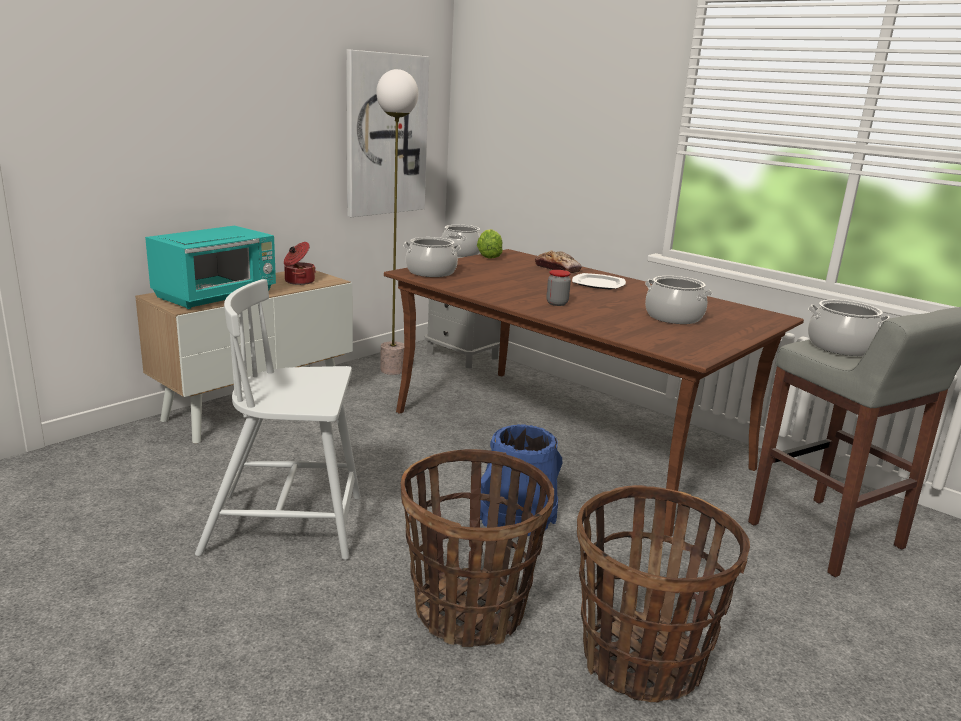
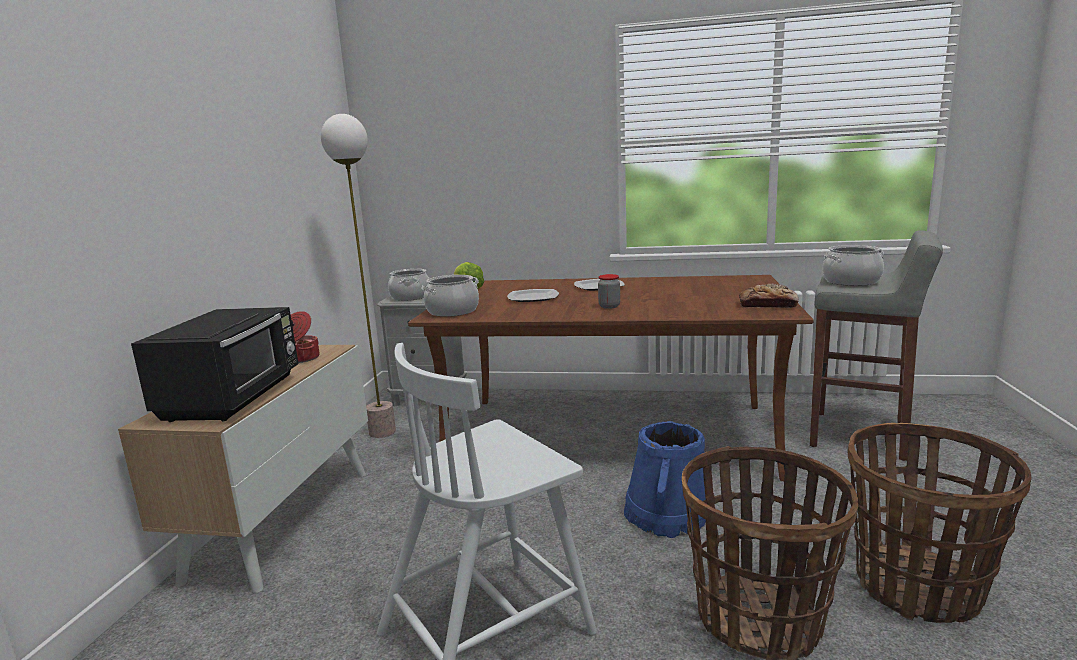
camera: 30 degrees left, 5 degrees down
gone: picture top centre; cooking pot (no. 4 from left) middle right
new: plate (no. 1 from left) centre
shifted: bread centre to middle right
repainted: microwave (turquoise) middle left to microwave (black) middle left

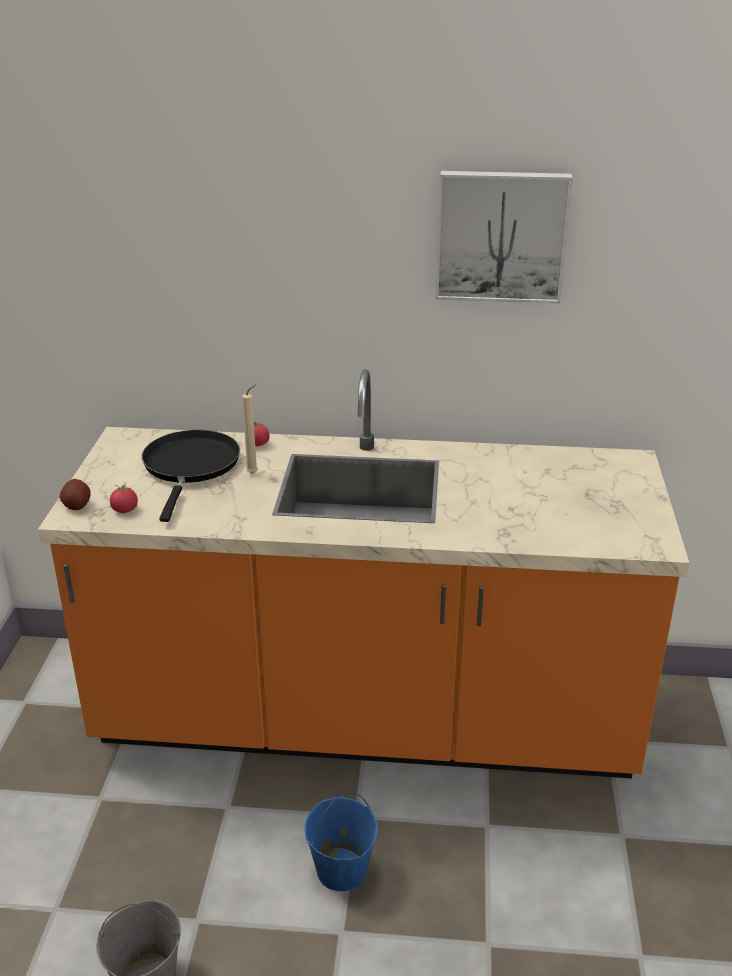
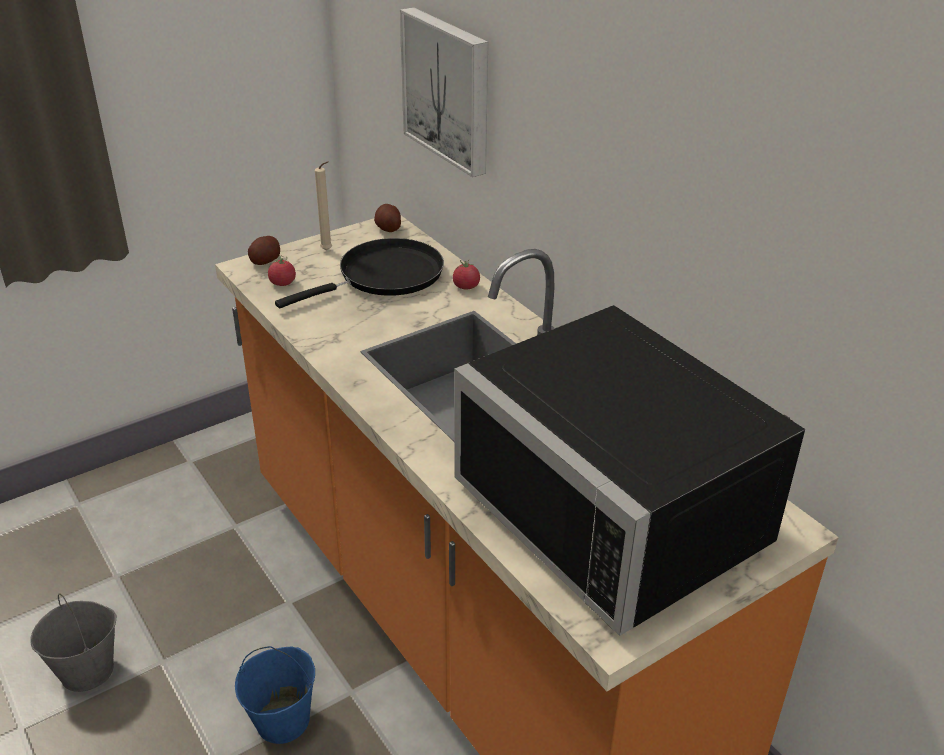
camera: 50 degrees right, 5 degrees up
new: potato (no. 2 from left) top centre; microwave (black) centre
shifted: candle (beige) centre to top centre; picture top right to top centre

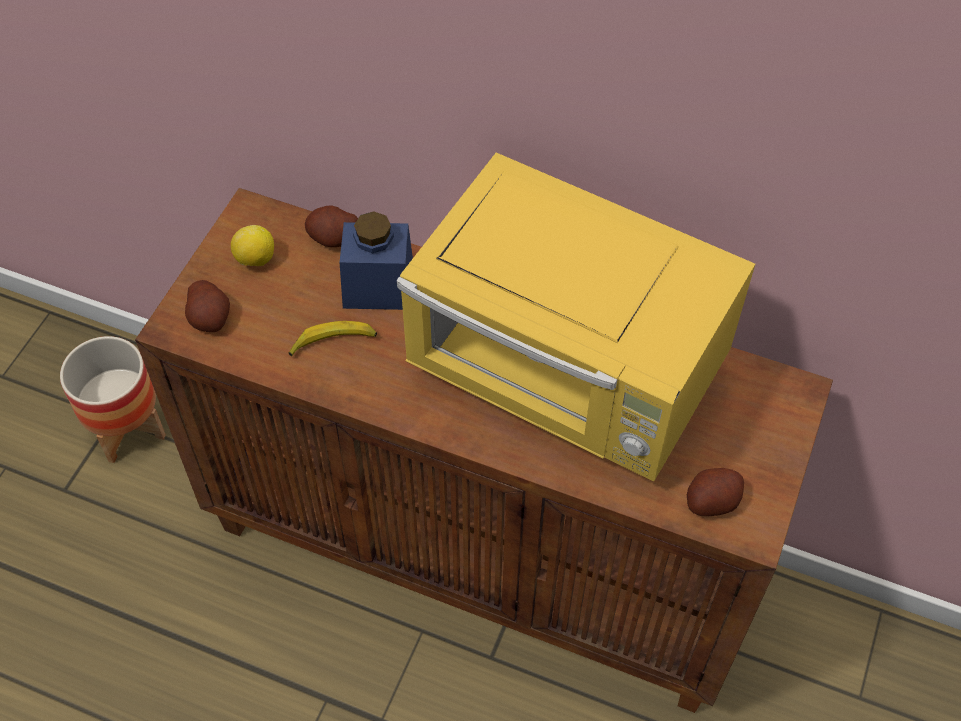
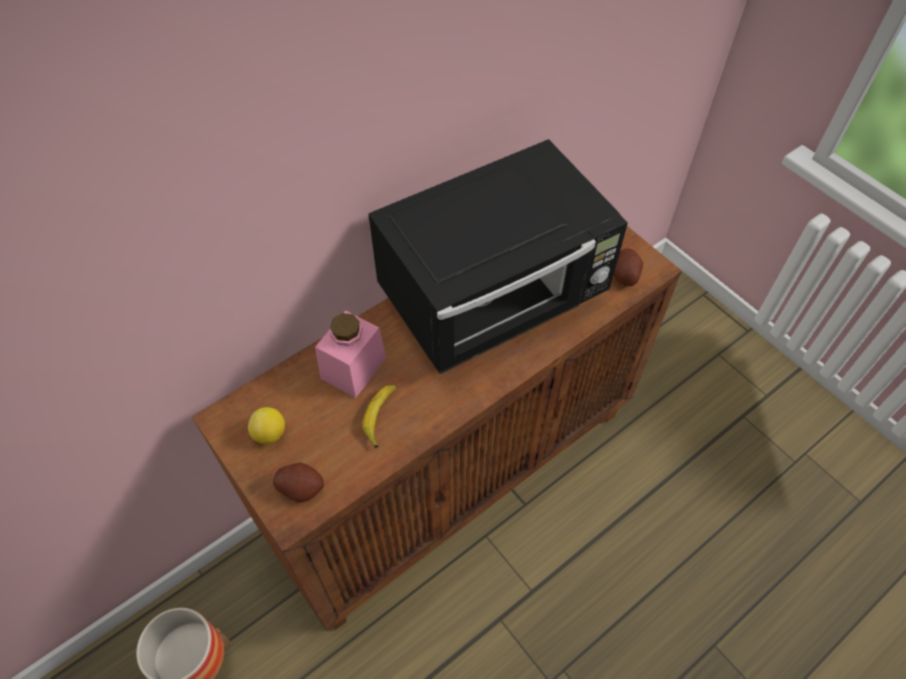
camera: 60 degrees left, 0 degrees up
gone: potato (no. 2 from left) top centre
repainted: jar (blue) centre to jar (pink) centre; microwave (yellow) centre to microwave (black) centre

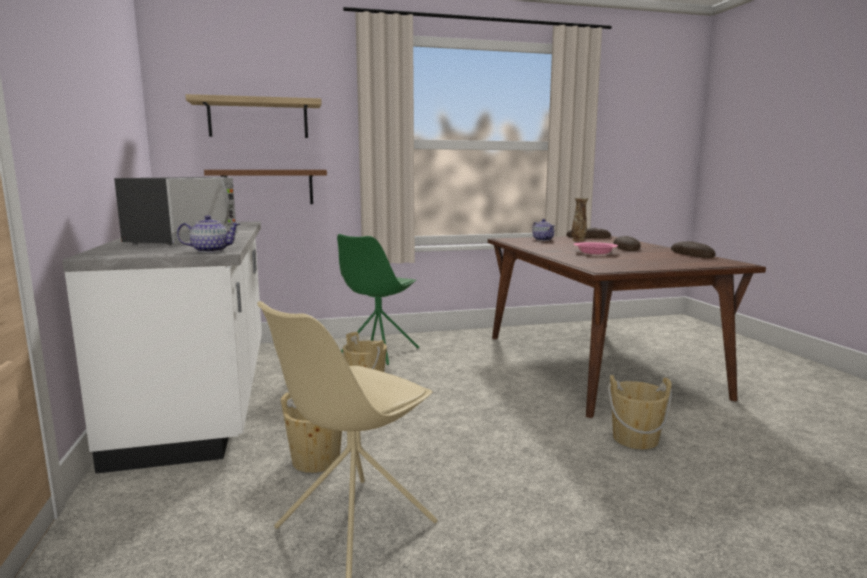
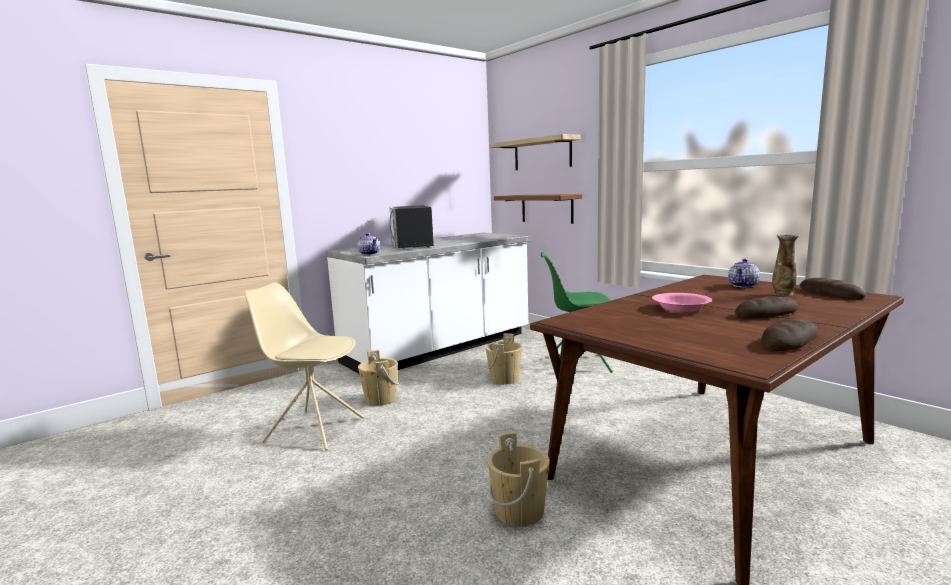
camera: 65 degrees right, 0 degrees up
rotated: microwave middle left = centre 90 degrees clockwise

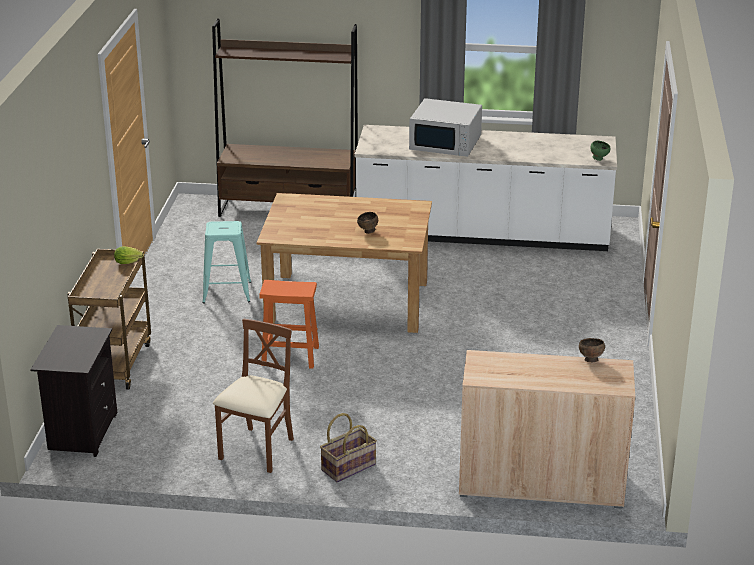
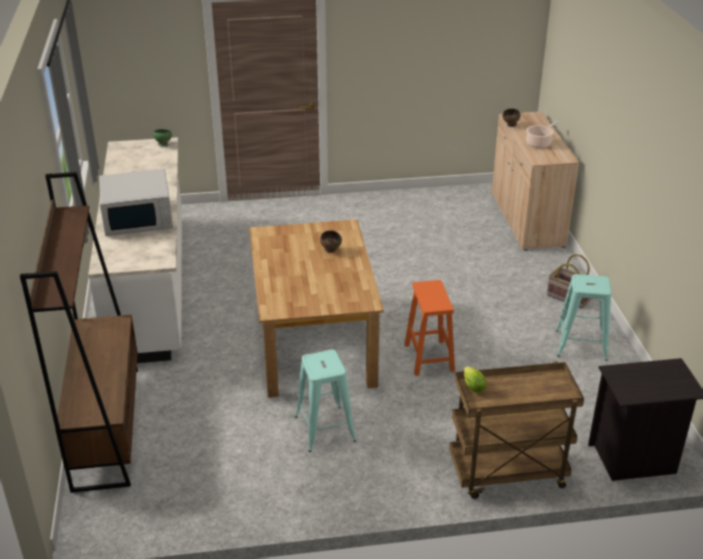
camera: 105 degrees left, 5 degrees up
new: cooking pot top right
swapped: chair (brown) bottom centre to stool (turquoise) (no. 2 from left) middle right
rotated: microwave (white) top centre = middle left 75 degrees clockwise

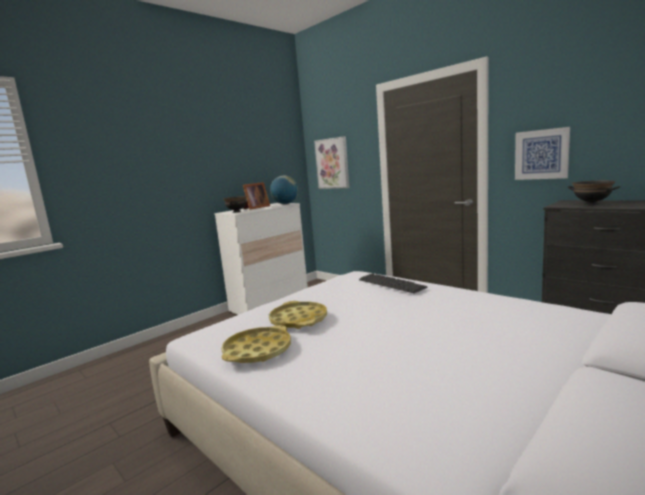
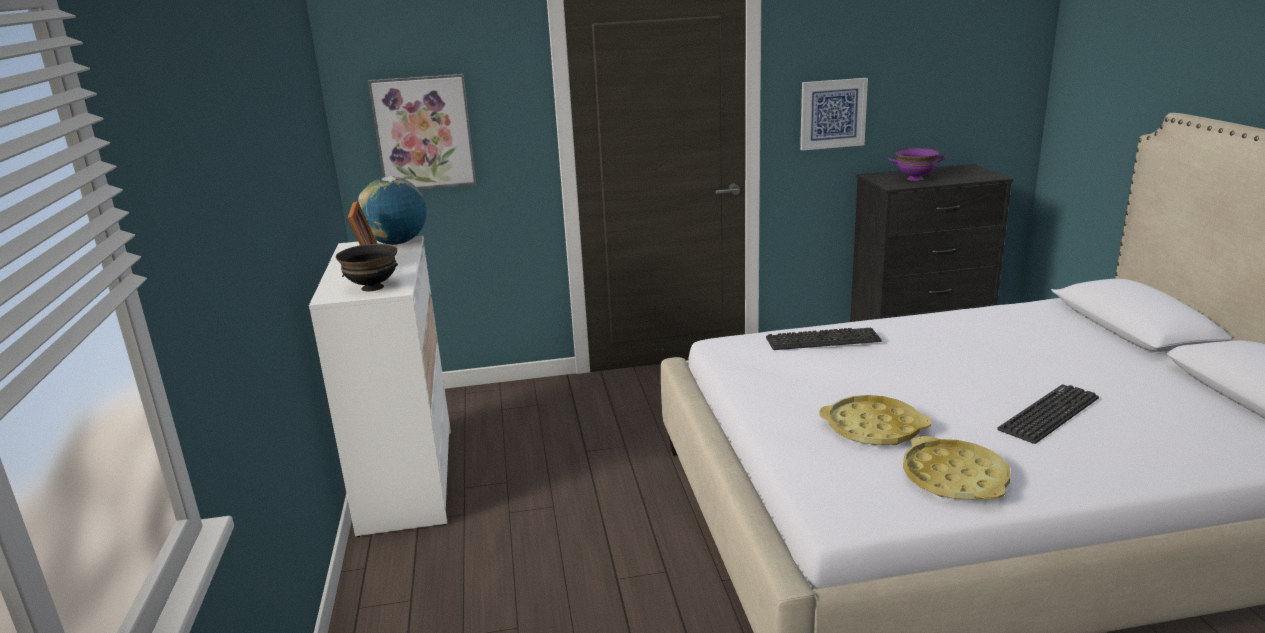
camera: 55 degrees left, 10 degrees up
new: keyboard (no. 2 from left) middle right
repainted: bowl (black) (no. 2 from left) middle right to bowl (purple) top right

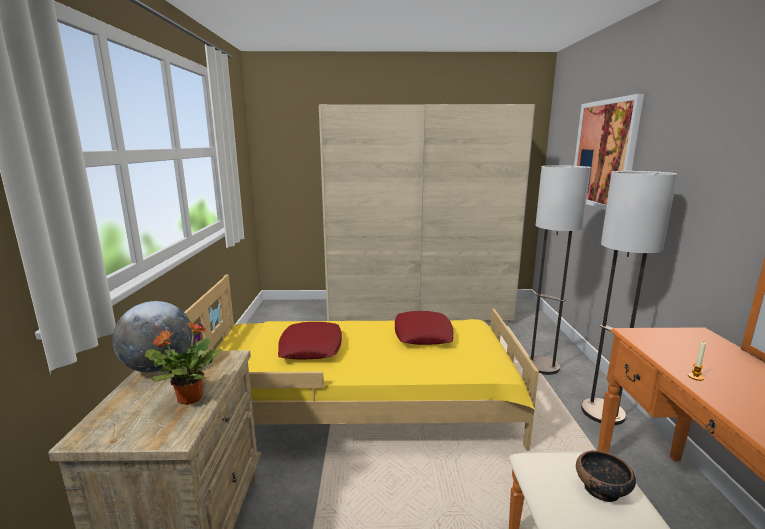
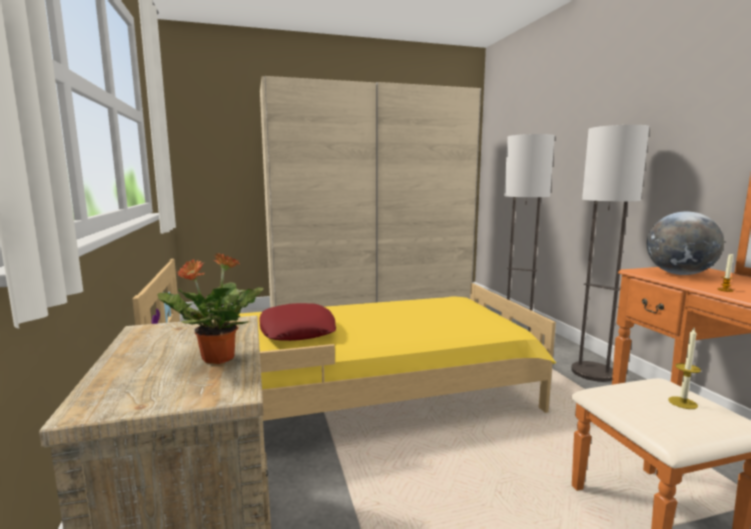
camera: 15 degrees left, 5 degrees down
gone: pillow (red) (no. 2 from left) centre; picture top right
shifted: globe middle left to middle right
swapped: bowl bottom right to candle (no. 1 from left) bottom right

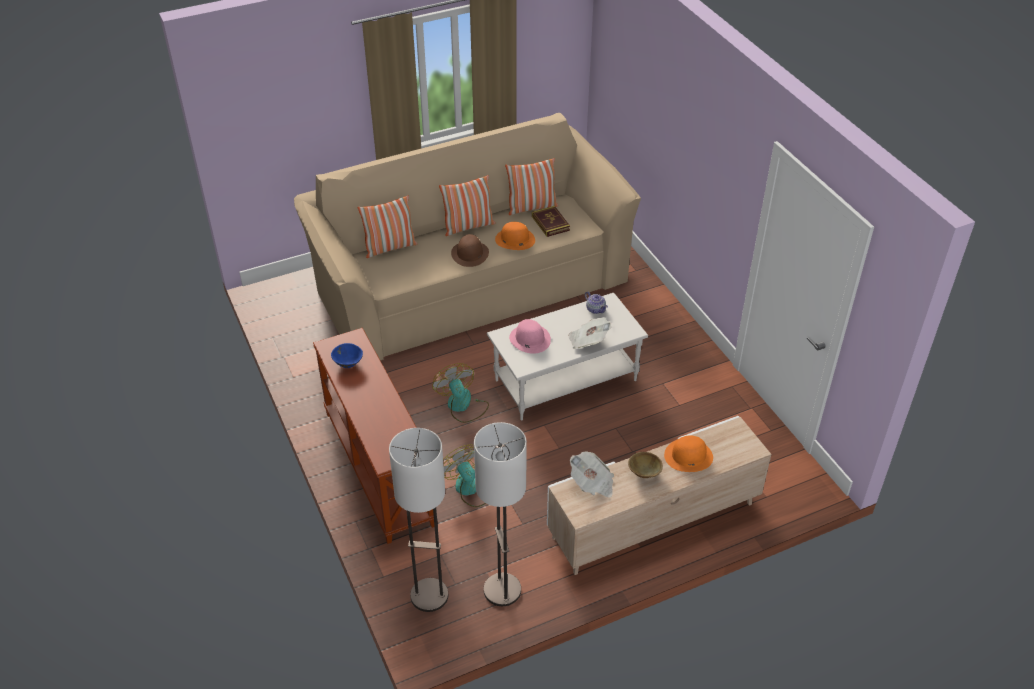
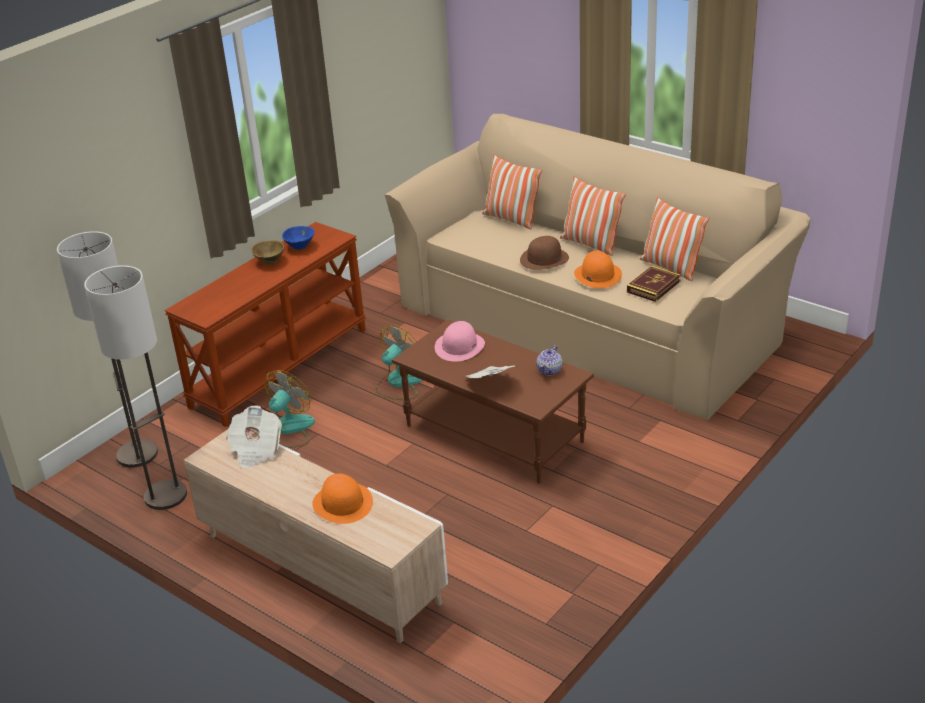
camera: 65 degrees right, 10 degrees down
shifted: bowl (brown) bottom centre to middle left
repainted: coffee table (white) centre to coffee table (brown) centre

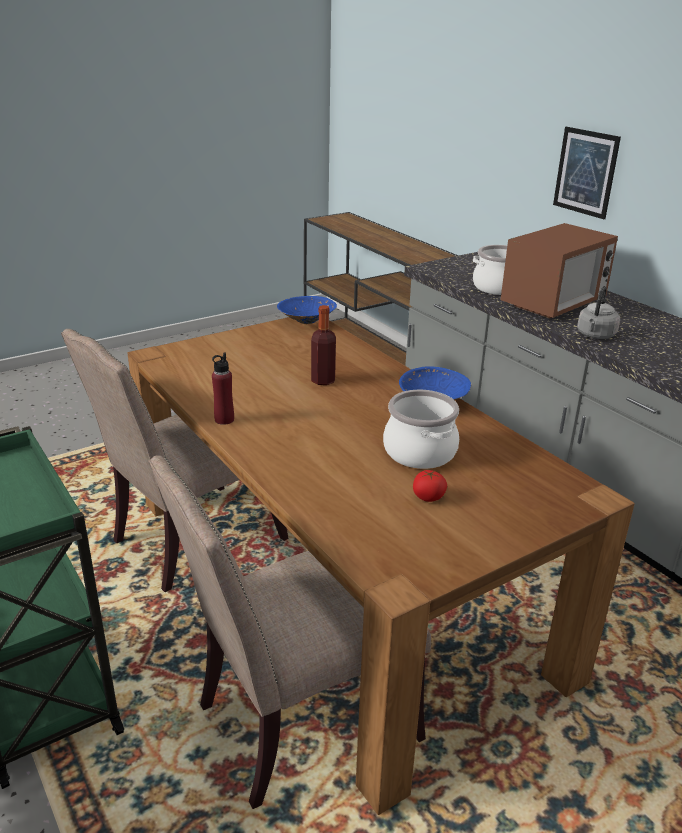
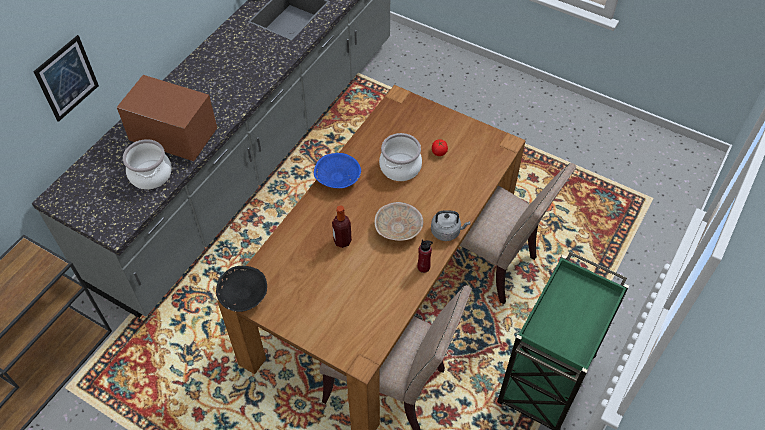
camera: 115 degrees left, 25 degrees up
new: bowl (beige) centre
shifted: kettle (grey) middle right to centre
repainted: bowl (blue) (no. 1 from left) centre to bowl (black) bottom left

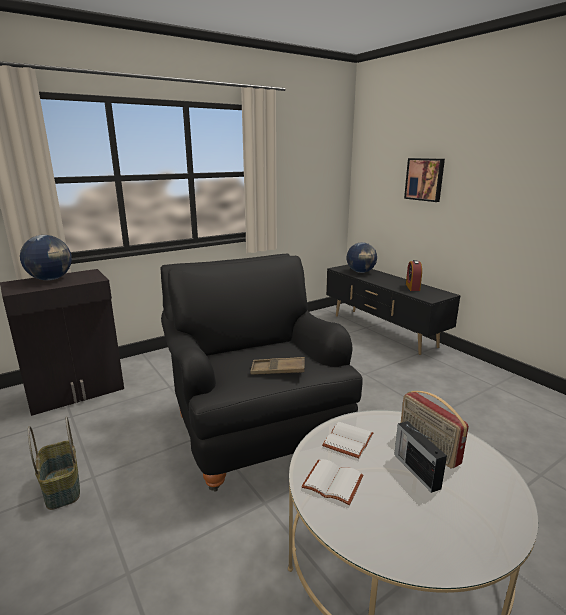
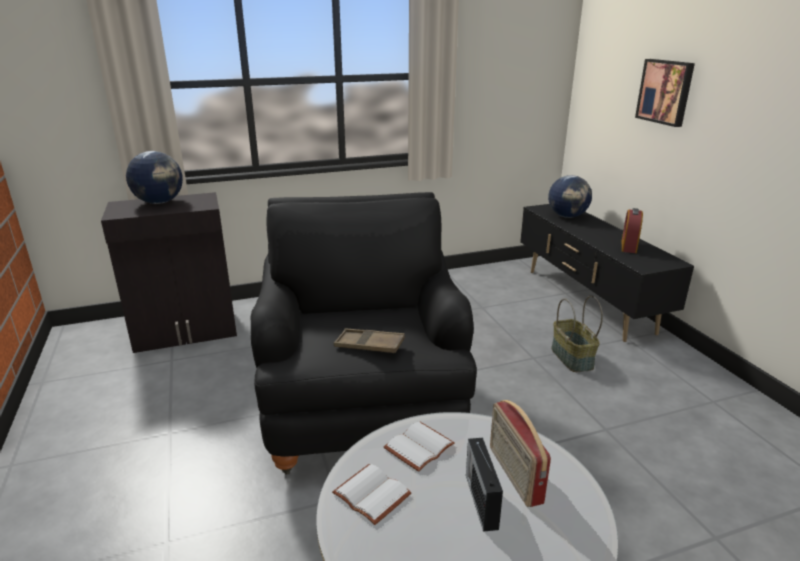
camera: 15 degrees right, 5 degrees up
shifted: basket bottom left to middle right

